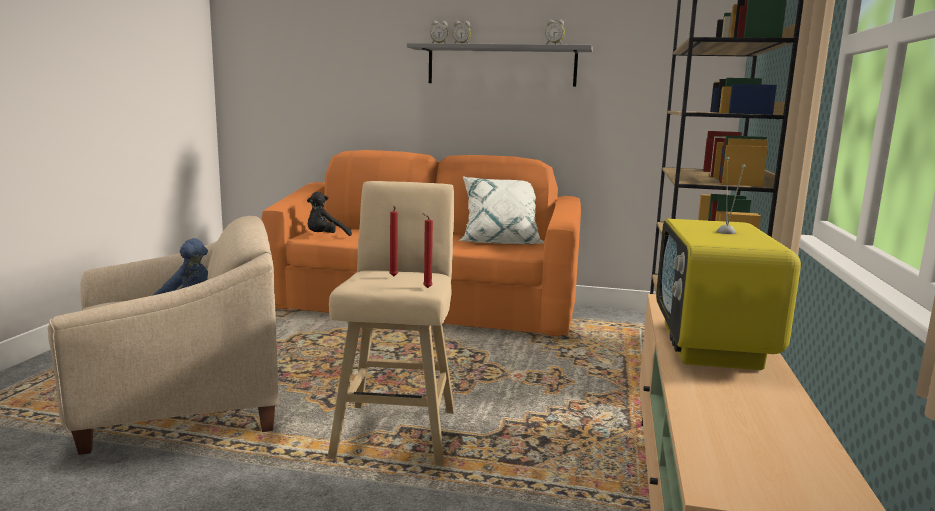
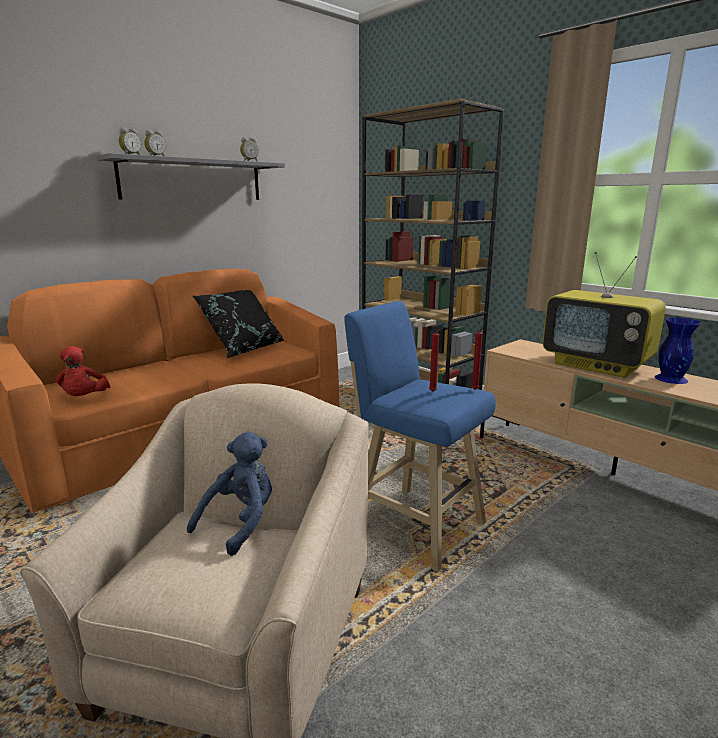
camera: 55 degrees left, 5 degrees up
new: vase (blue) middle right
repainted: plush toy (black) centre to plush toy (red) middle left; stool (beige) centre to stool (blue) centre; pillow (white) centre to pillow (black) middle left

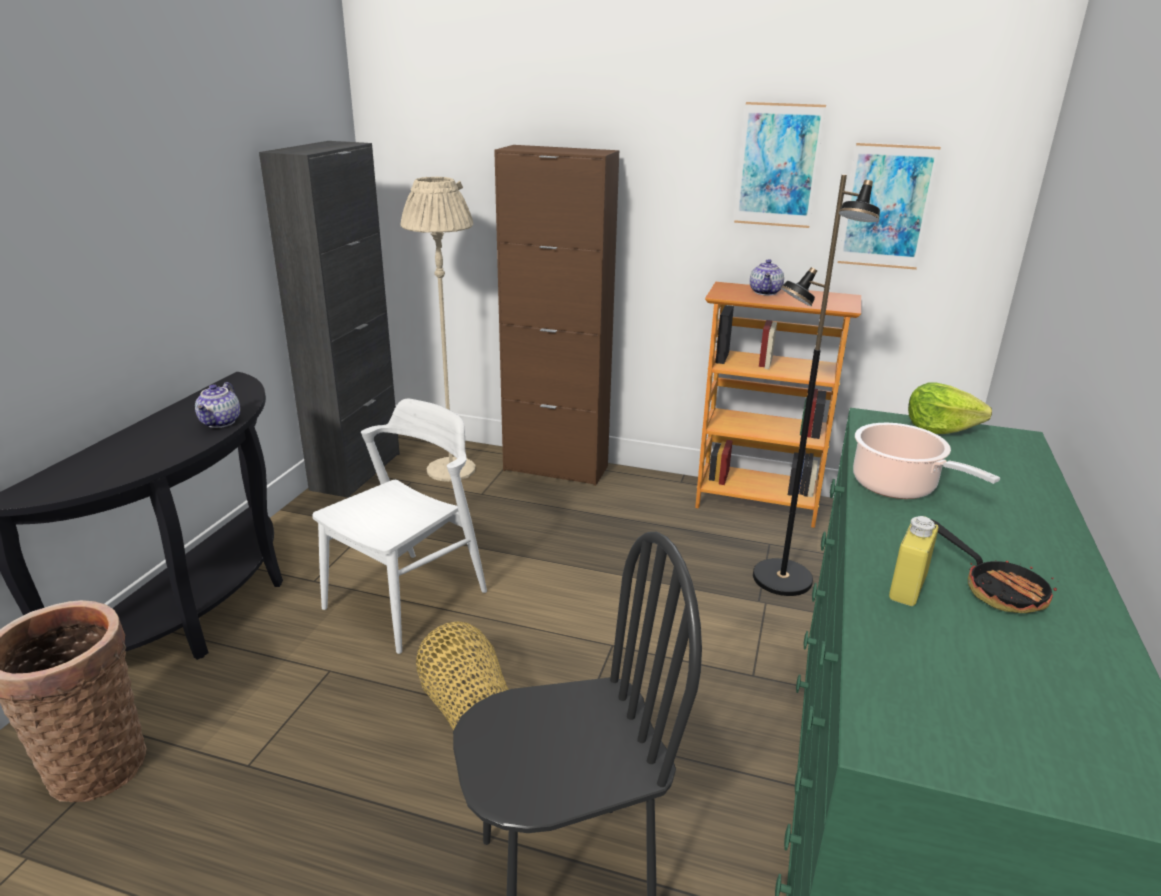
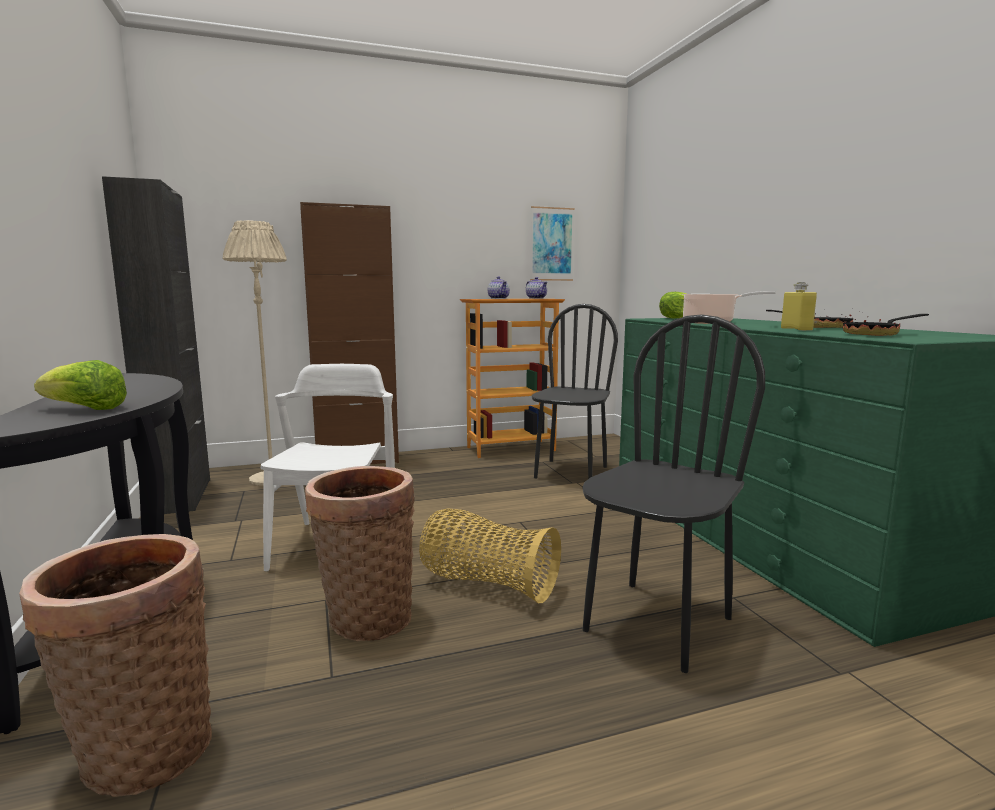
camera: 35 degrees left, 15 degrees down
gone: picture (no. 1 from left) top right
new: lettuce (no. 1 from left) middle left; basket (no. 2 from left) bottom centre; frying pan (no. 2 from left) middle right
shifted: teapot (no. 1 from left in the first image) middle left to teapot (no. 2 from left) centre
swapped: floor lamp (black) middle right to chair (black) (no. 1 from left) centre

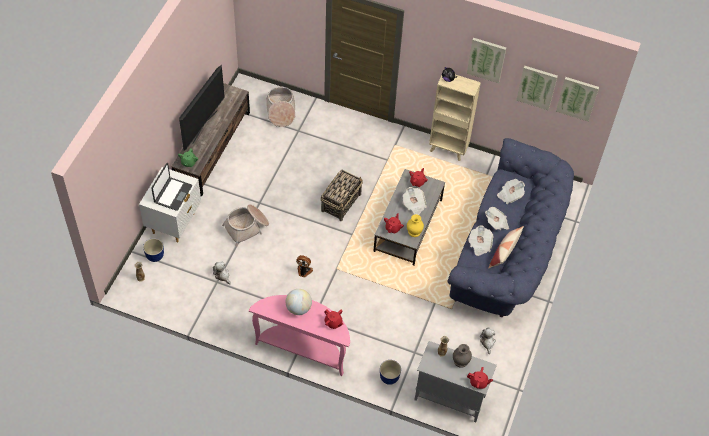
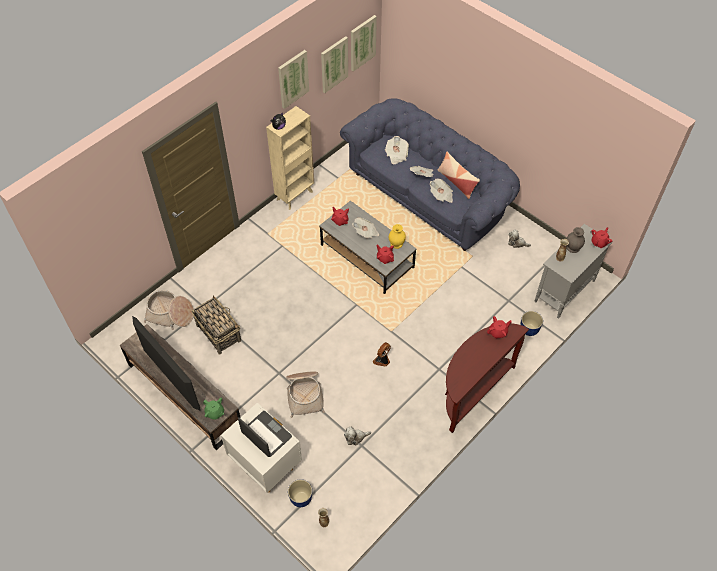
camera: 65 degrees left, 0 degrees up
gone: globe bottom centre
shifted: basket (no. 3 from left in the first image) centre to basket (no. 2 from left) middle left
repainted: console table (pink) bottom centre to console table (brown) middle right

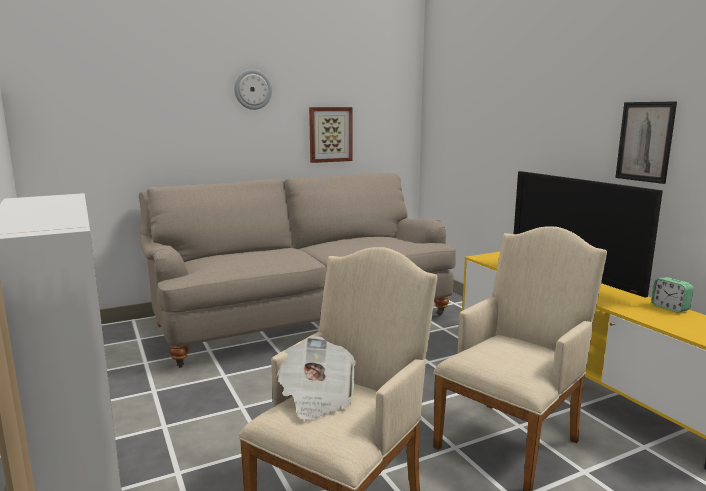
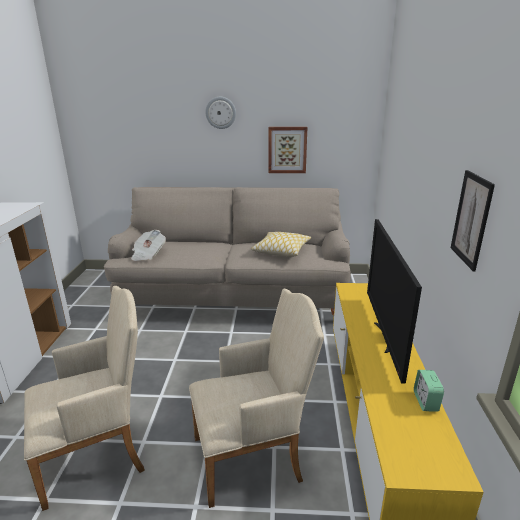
camera: 30 degrees right, 10 degrees up
new: pillow centre
shifted: newspaper bottom centre to middle left

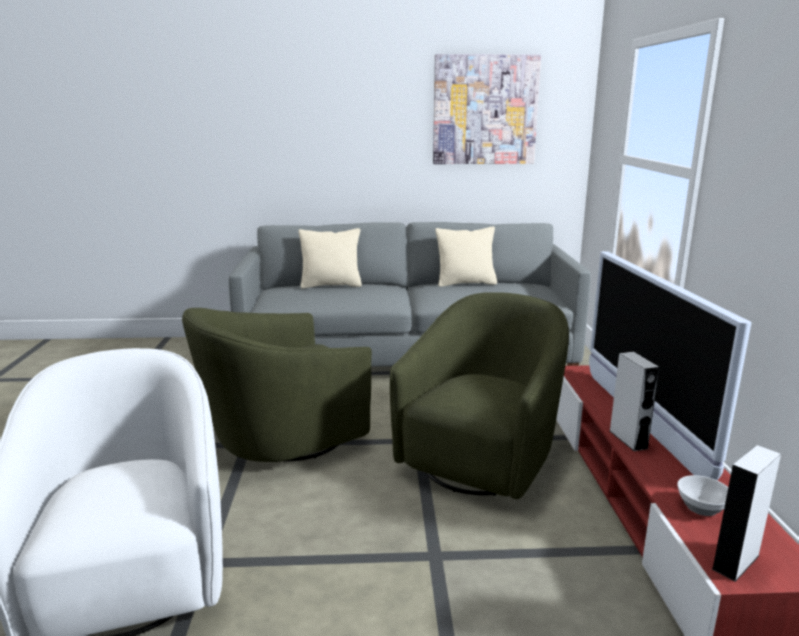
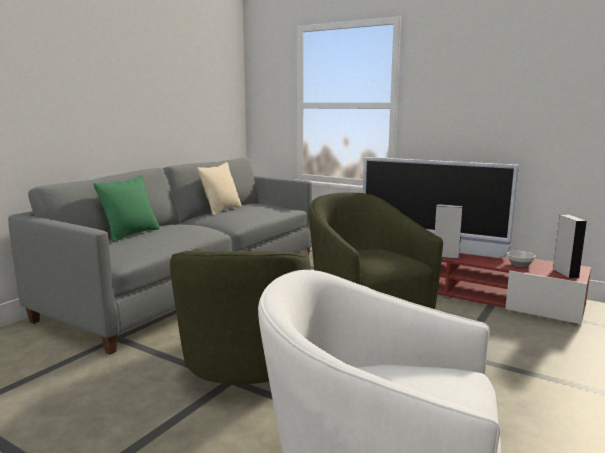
camera: 55 degrees left, 5 degrees down
gone: picture top centre
repainted: pillow (beige) (no. 1 from left) centre to pillow (green) middle left

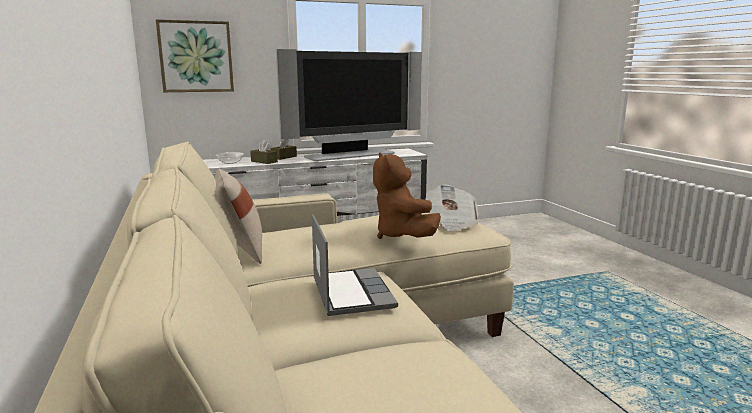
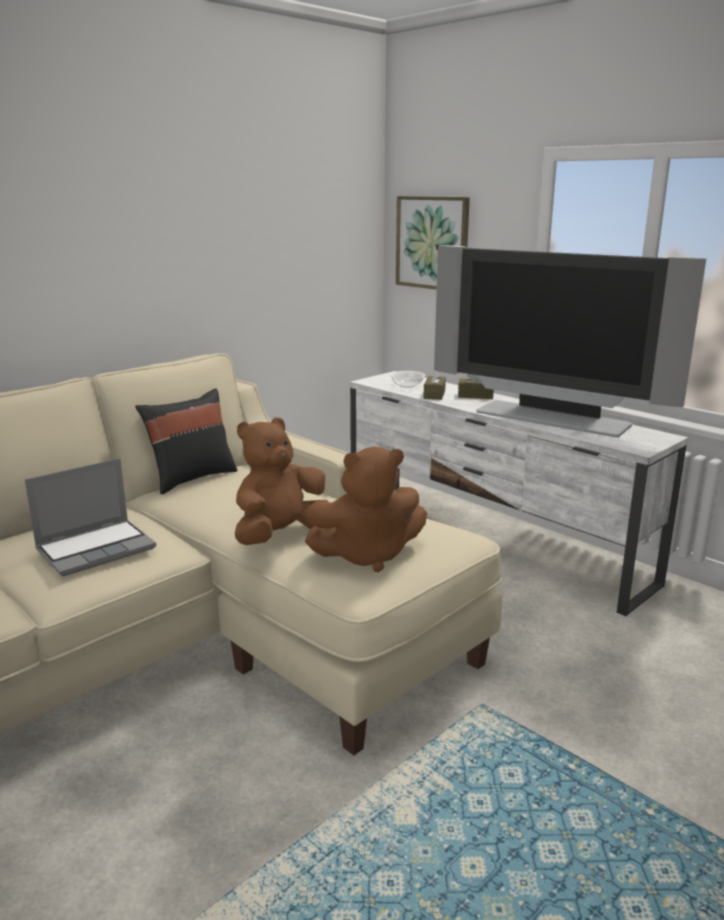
camera: 65 degrees right, 5 degrees up
swapped: newspaper centre to plush toy (brown) (no. 2 from left) centre
repainted: pillow (beige) middle left to pillow (black) middle left

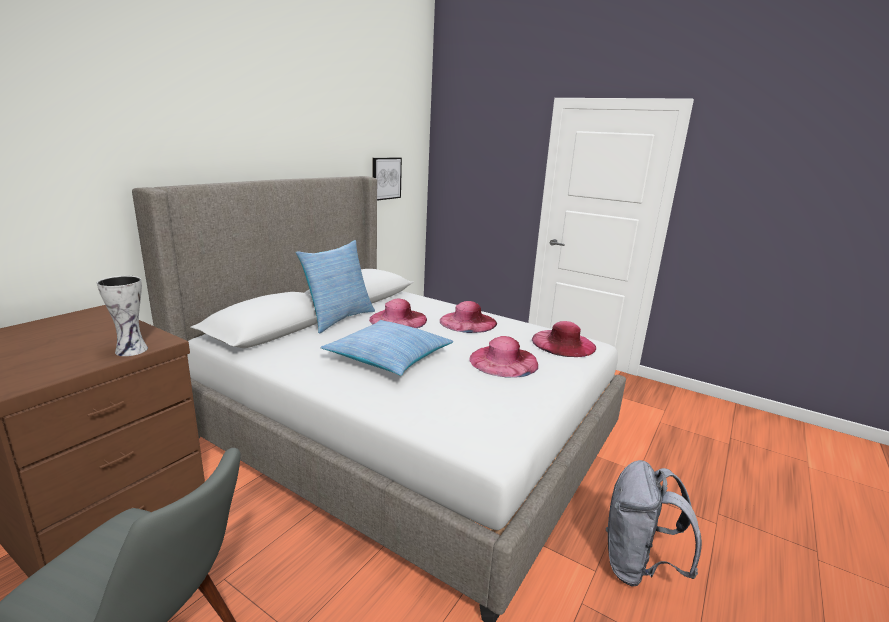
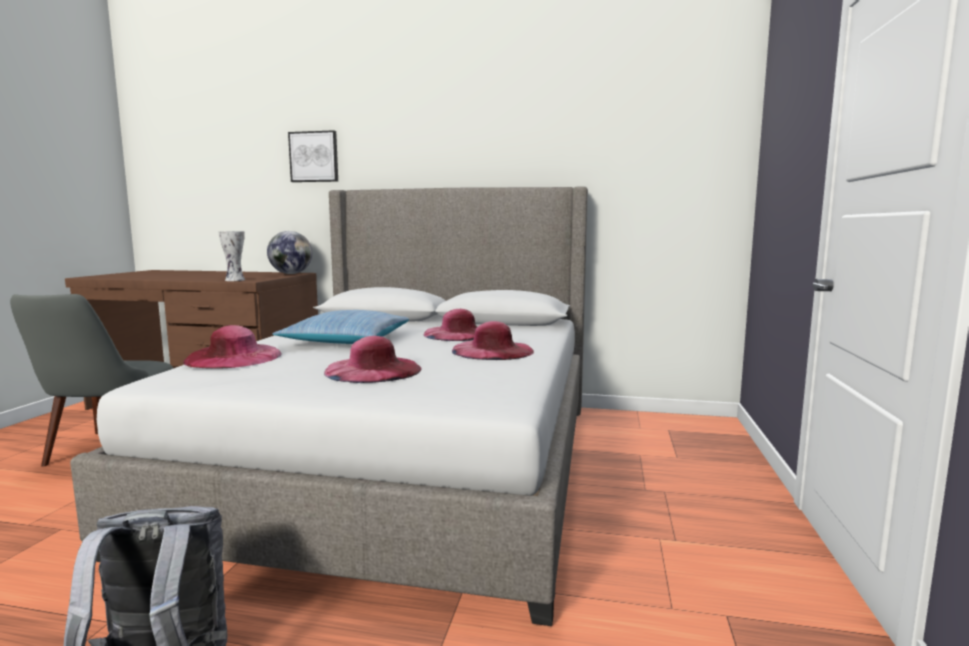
camera: 70 degrees right, 10 degrees down
gone: pillow (no. 1 from left) centre
new: globe middle left
shifted: picture top centre to top left; hat (pink) (no. 4 from left in the first image) centre to hat (pink) (no. 1 from left) middle left

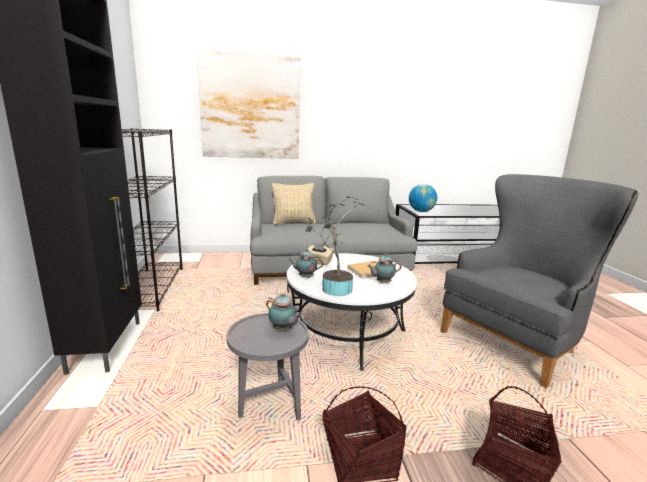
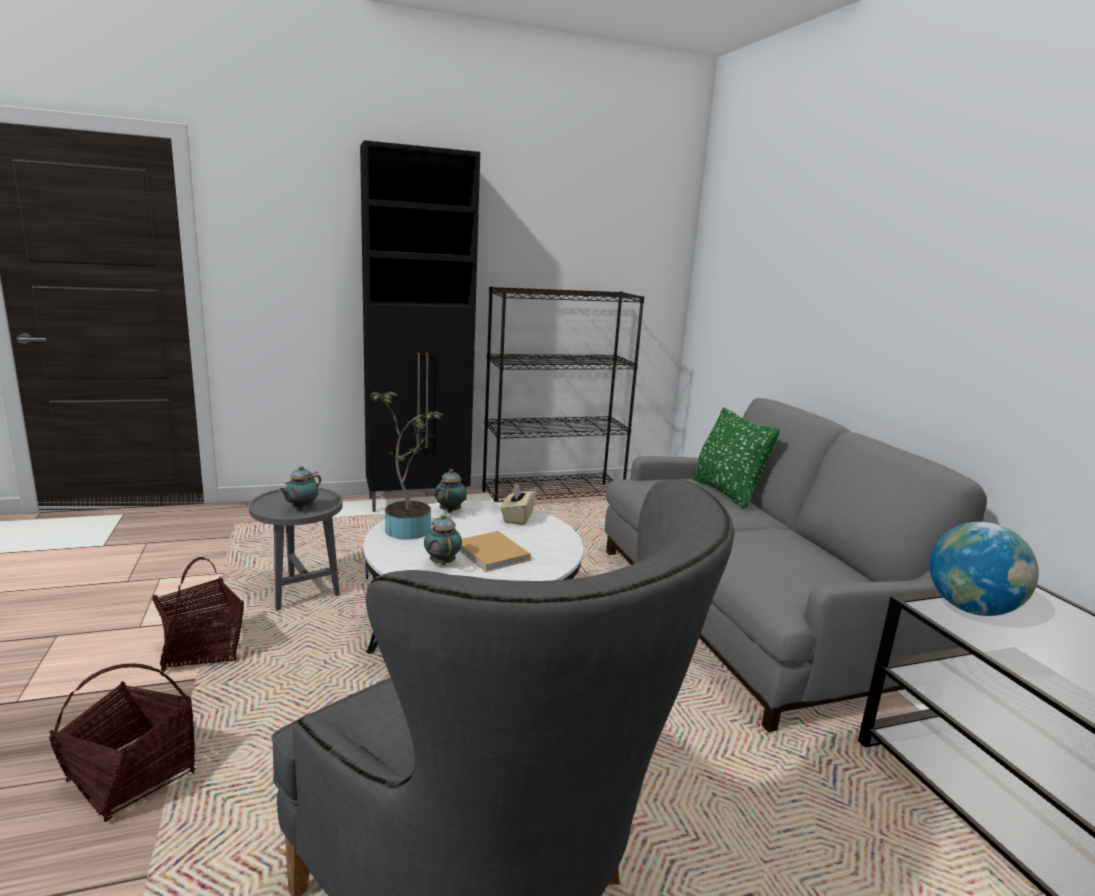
camera: 80 degrees right, 0 degrees up
gone: picture top centre
repainted: pillow (beige) centre to pillow (green) middle right

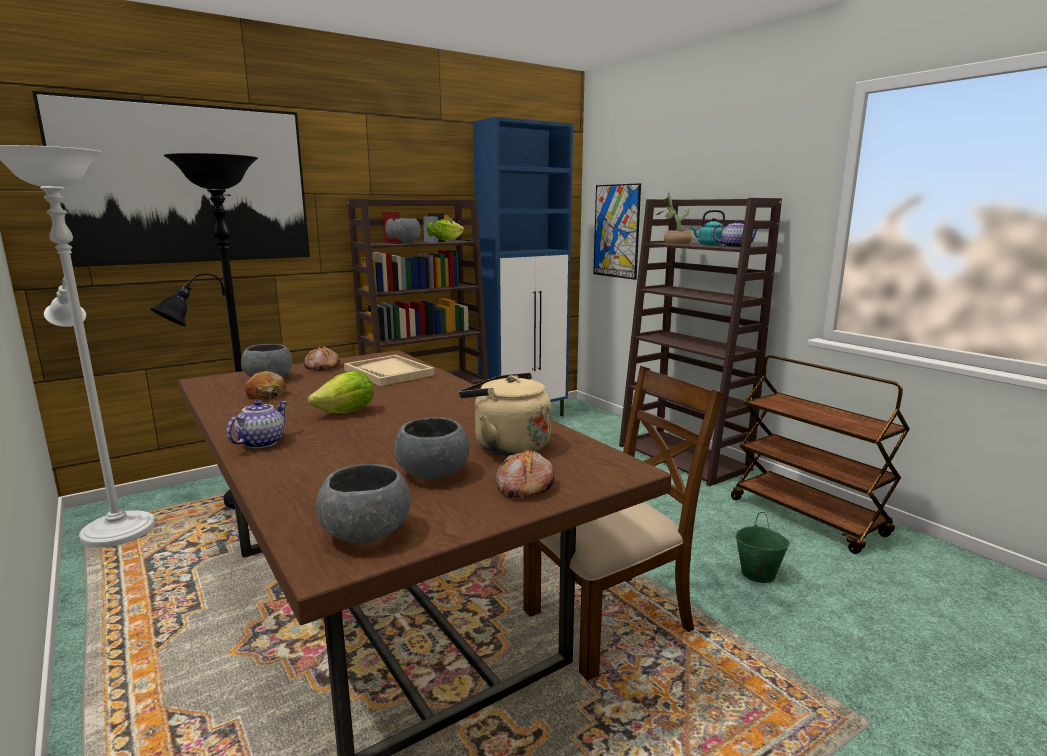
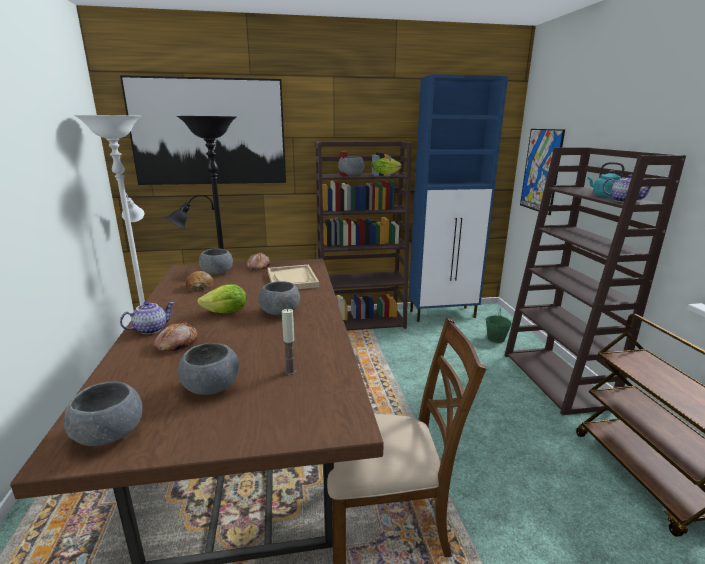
camera: 25 degrees right, 5 degrees up
gone: potted plant top centre
new: bowl (grey) (no. 4 from left) centre
shifted: bread (no. 3 from left in the first image) centre to bread (no. 1 from left) middle left; bucket (green) bottom right to middle right
swapped: kettle (beige) centre to candle centre

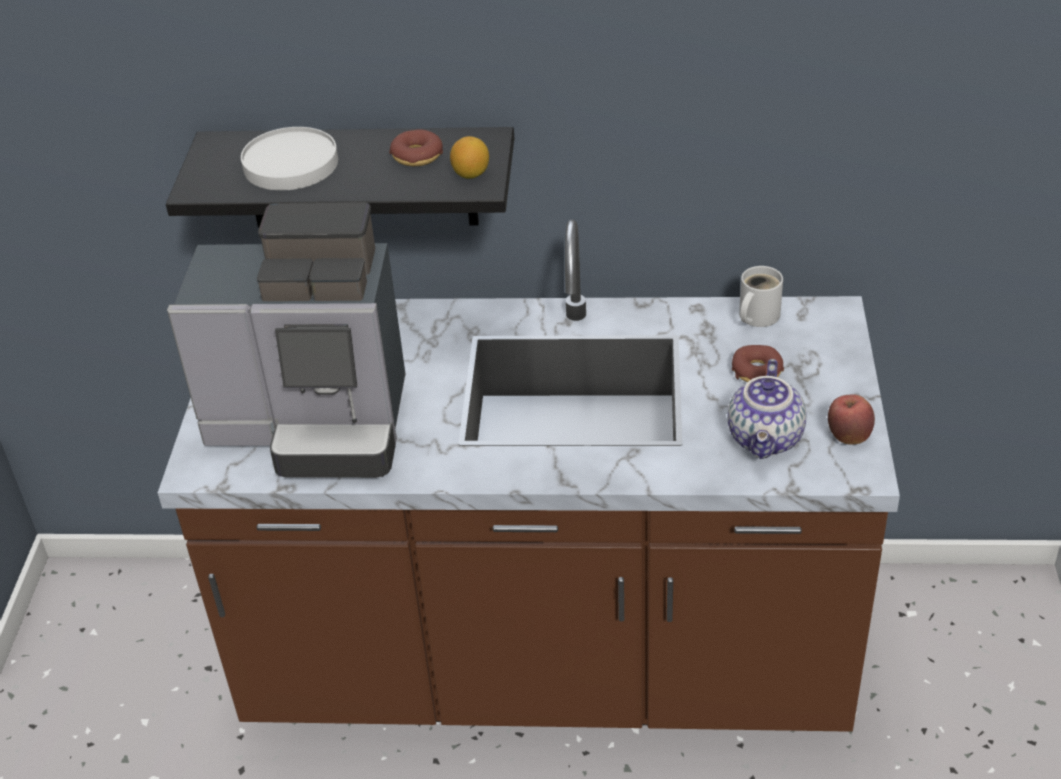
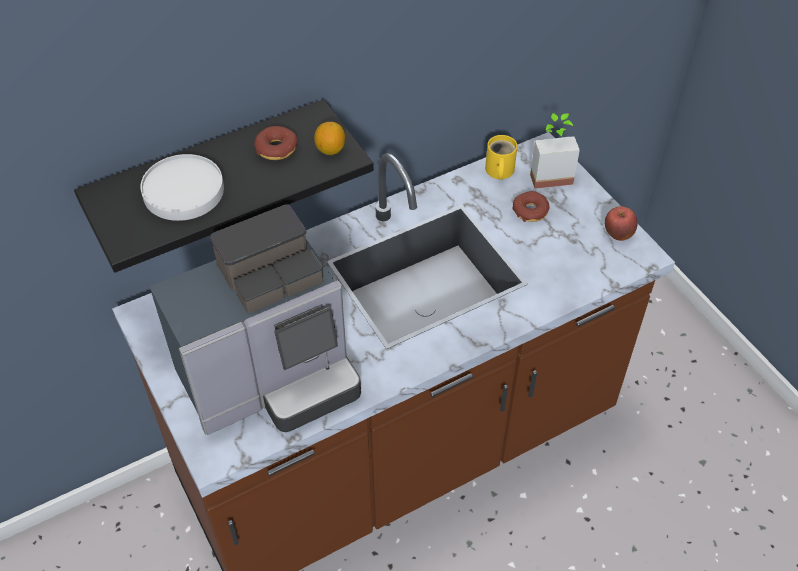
camera: 35 degrees left, 10 degrees up
gone: teapot middle right
new: potted plant top right
repainted: mug (white) middle right to mug (yellow) top centre

